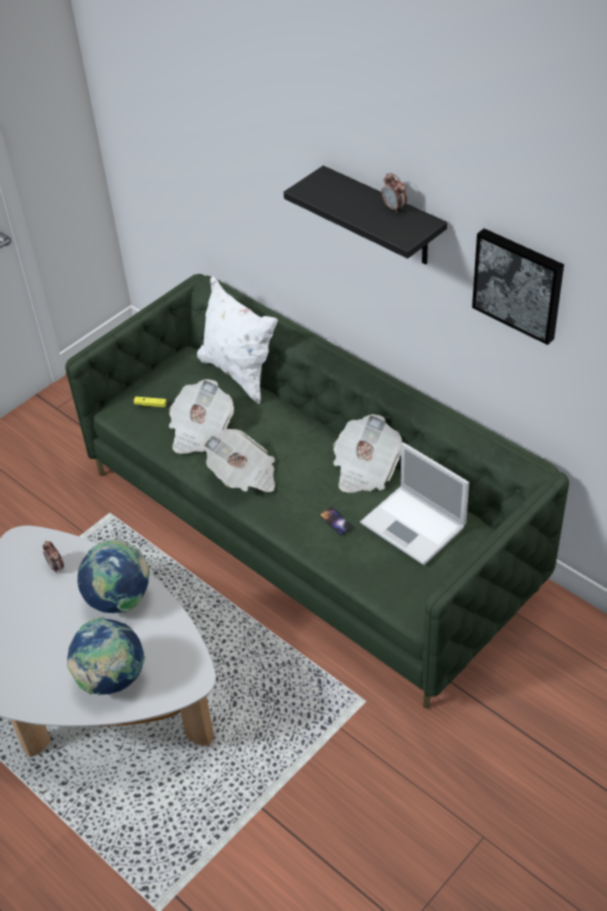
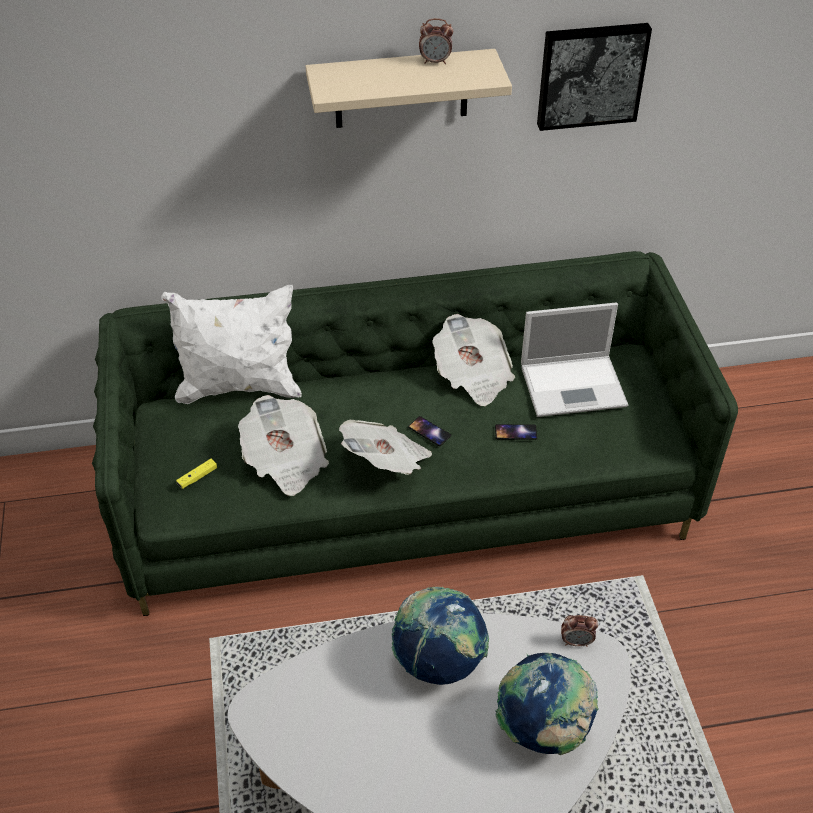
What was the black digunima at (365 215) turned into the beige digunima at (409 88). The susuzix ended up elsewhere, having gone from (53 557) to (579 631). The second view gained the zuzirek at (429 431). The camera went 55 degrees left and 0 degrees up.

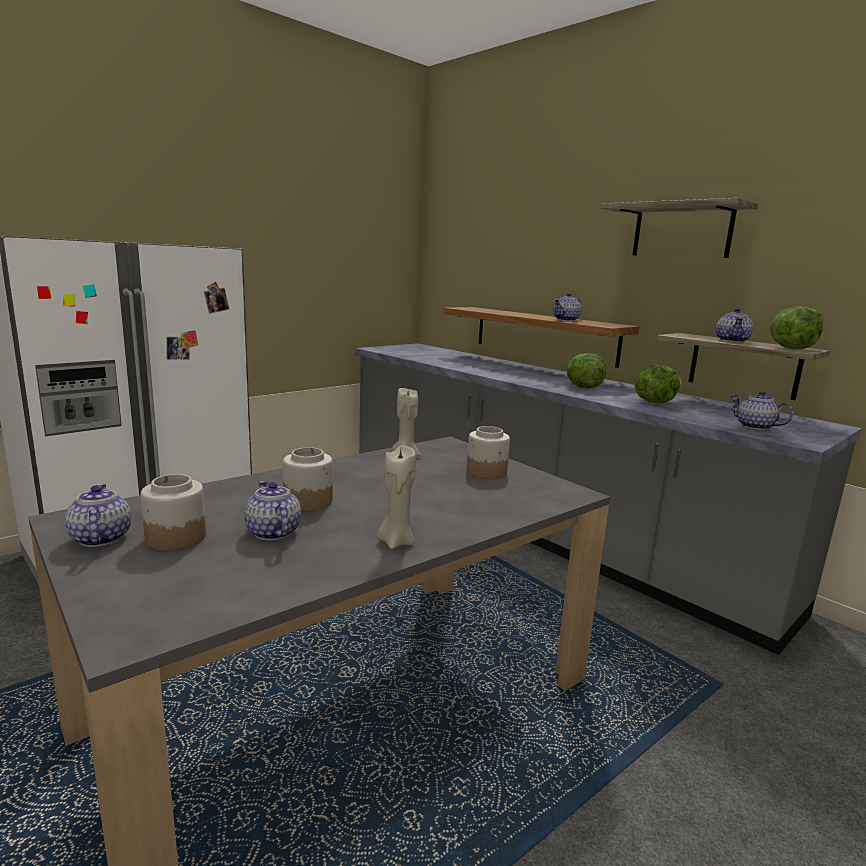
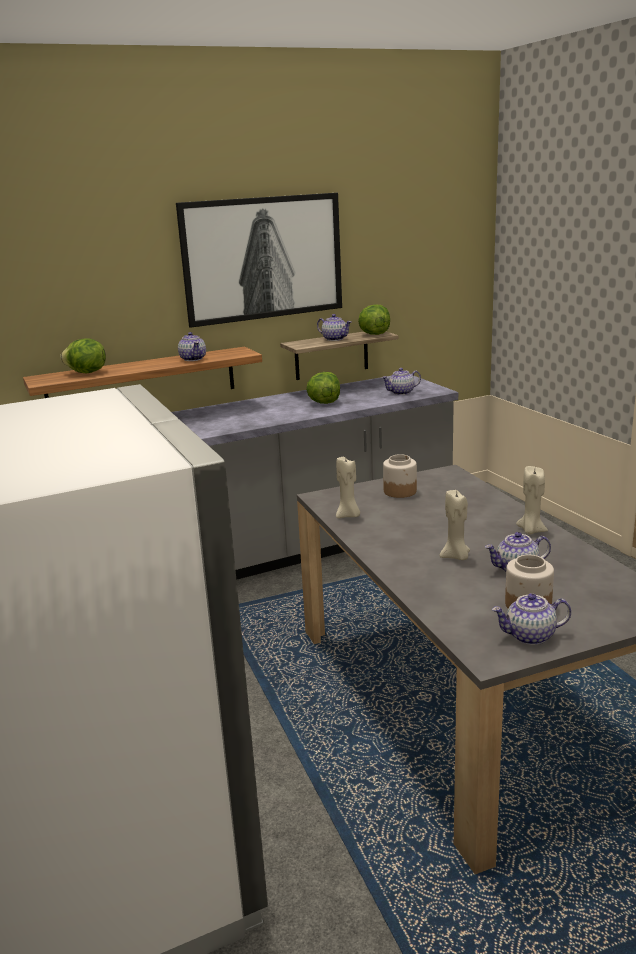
Where the digunima hung at (678 228), the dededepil came to hang at (259 260). The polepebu ended up elsewhere, having gone from (586 370) to (83 356). Where the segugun stood at (308 479), the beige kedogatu came to stand at (455 525). The camera went 70 degrees left and 5 degrees up.

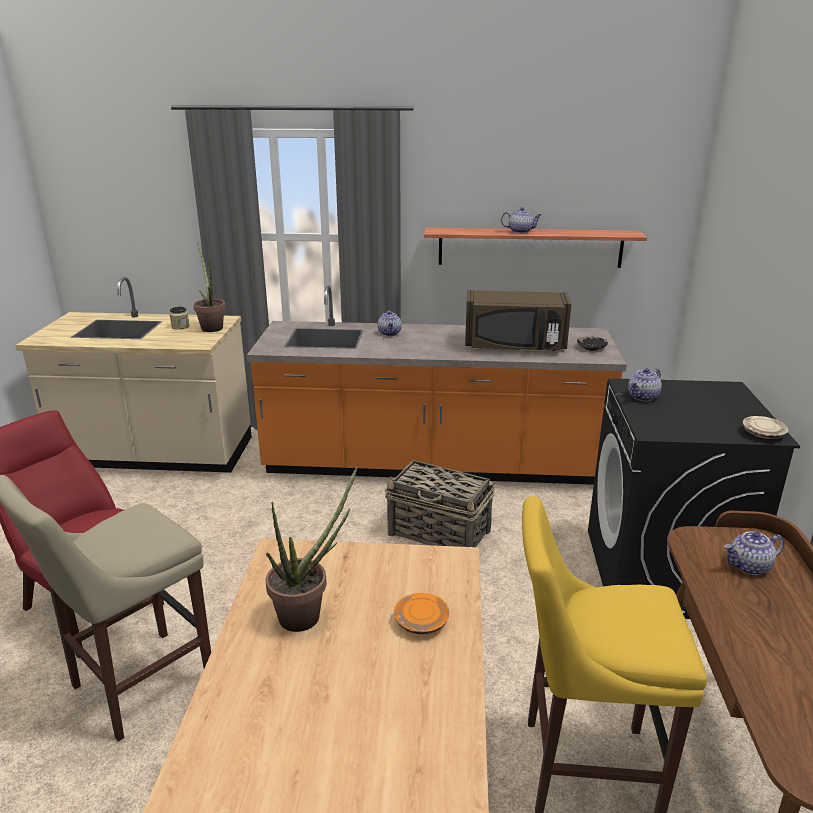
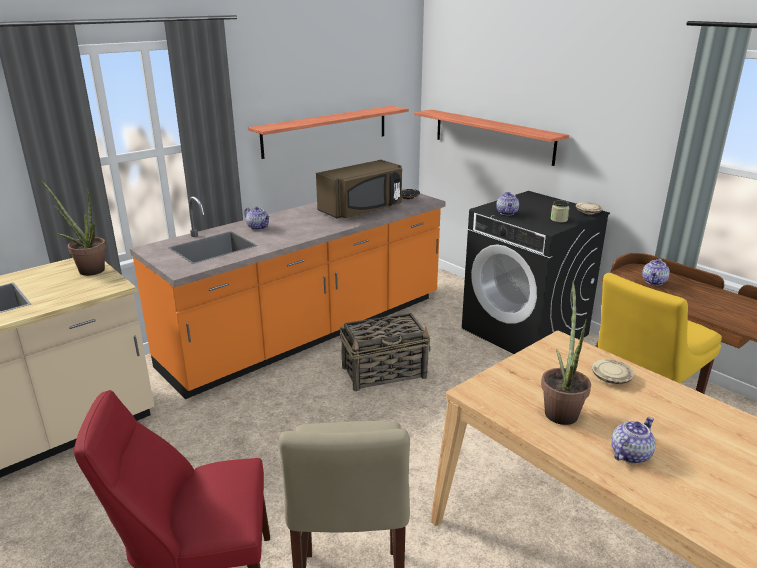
The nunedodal ended up elsewhere, having gone from (521 220) to (633 440). The segugun ended up elsewhere, having gone from (180 318) to (560 211). What was the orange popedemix at (422 613) turned into the beige popedemix at (613 371). The second view gained the digunima at (491 137). The camera went 45 degrees left and 0 degrees up.

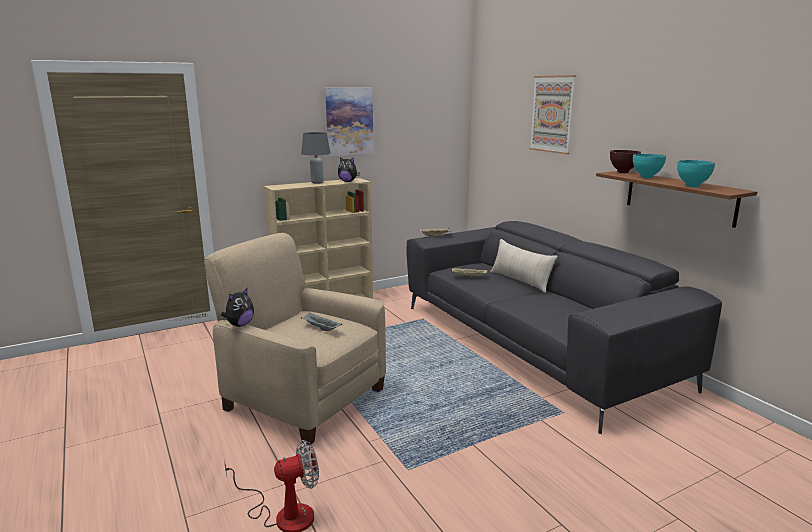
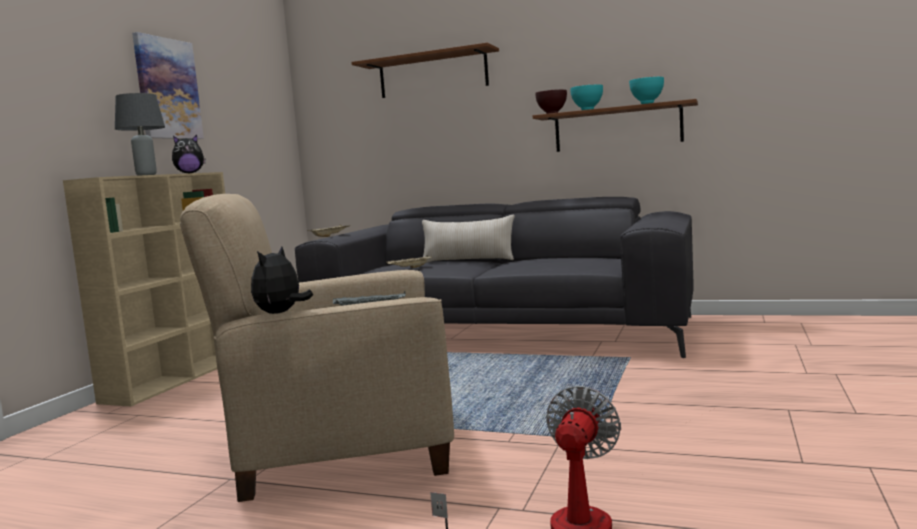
Where the dededepil hung at (552 114), the brown digunima came to hang at (425 70). The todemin at (237 307) ended up facing another way, 150 degrees counterclockwise from before. The camera went 40 degrees left and 10 degrees down.

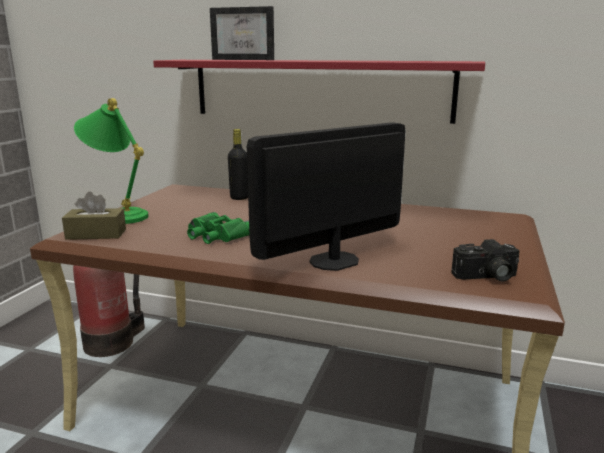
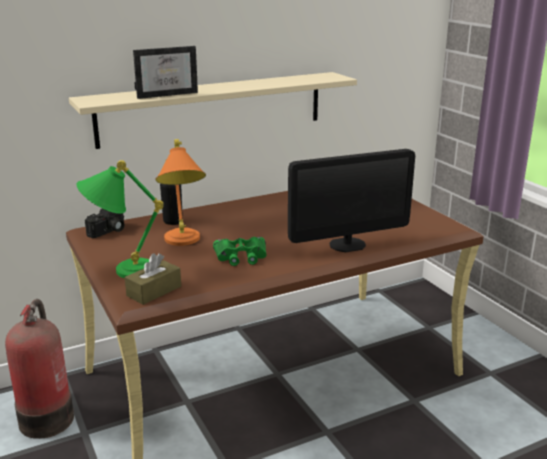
What was the red digunima at (319 92) turned into the beige digunima at (213 110). The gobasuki at (326 196) ended up facing another way, 120 degrees counterclockwise from before. The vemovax ended up elsewhere, having gone from (485 260) to (105 223). The second view gained the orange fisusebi at (180 192). The camera went 45 degrees left and 5 degrees up.

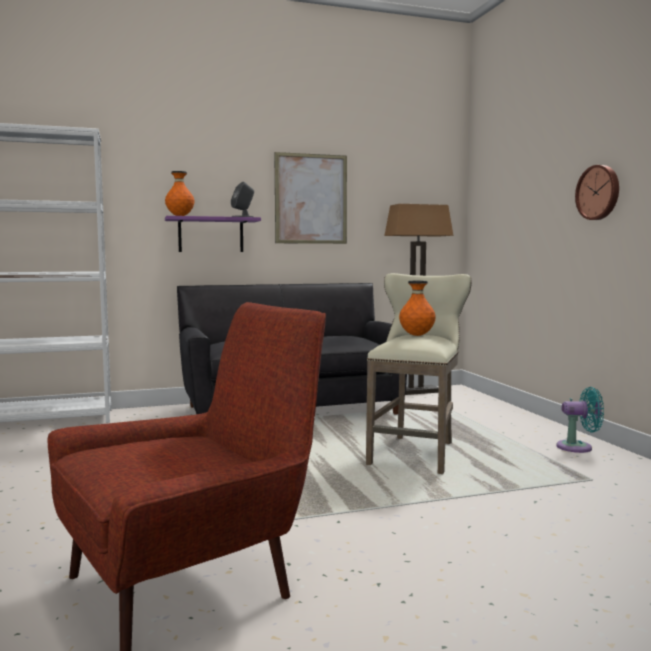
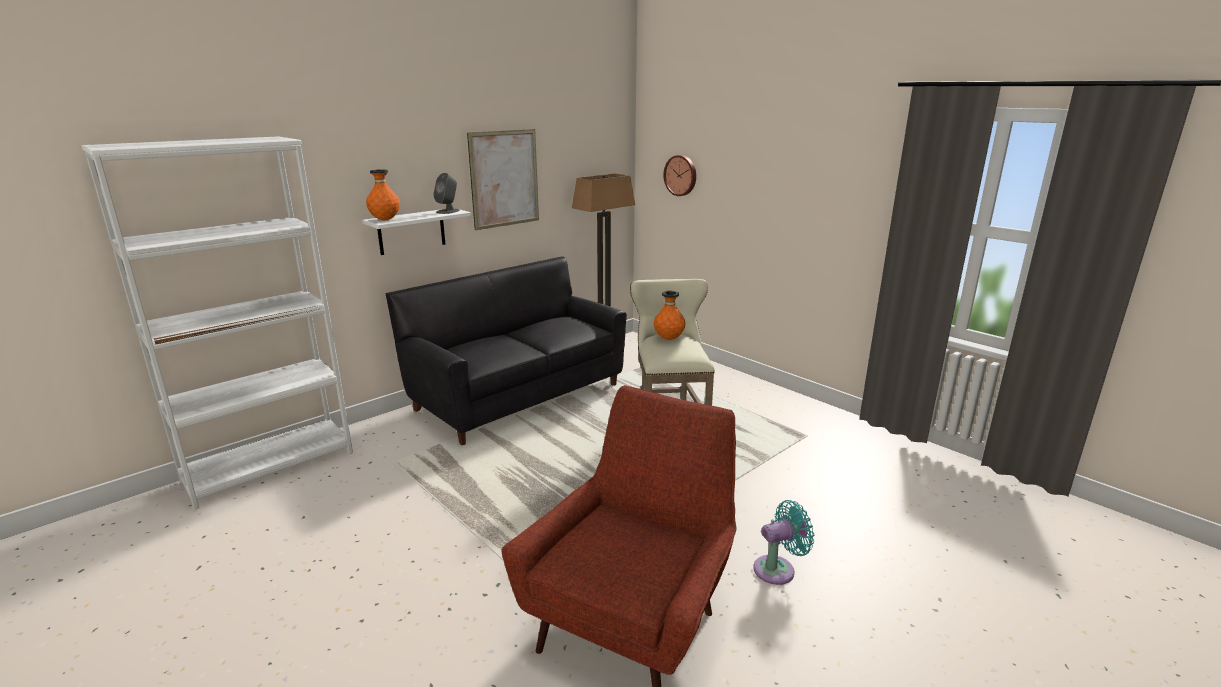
The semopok ended up elsewhere, having gone from (597 192) to (679 175). What was the purple digunima at (213 234) turned into the white digunima at (416 232). The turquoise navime ended up elsewhere, having gone from (580 420) to (783 542). The camera went 25 degrees left and 15 degrees up.

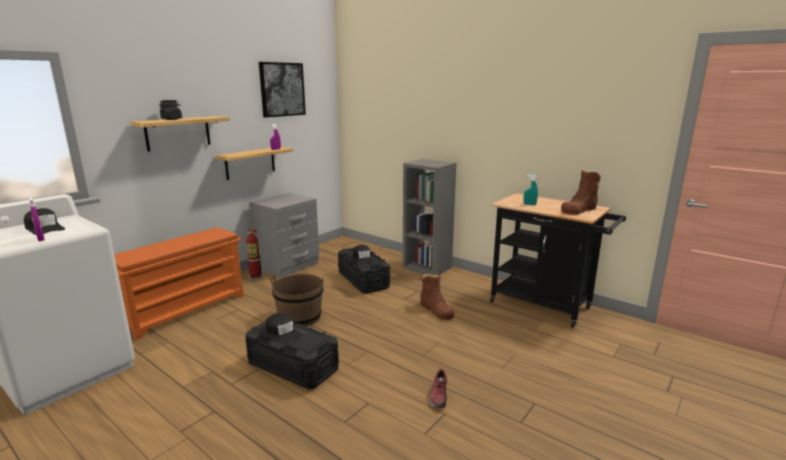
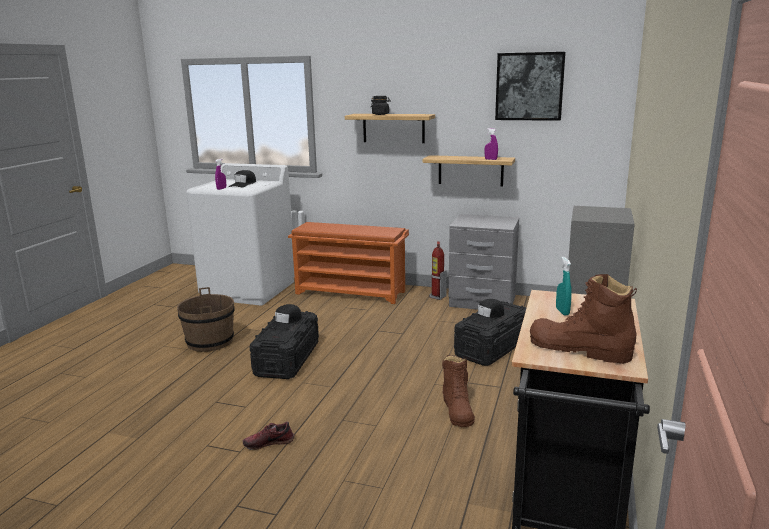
The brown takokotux at (437 296) ended up facing another way, 45 degrees counterclockwise from before. The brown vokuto ended up elsewhere, having gone from (297 300) to (206 319). The camera went 70 degrees right and 0 degrees up.

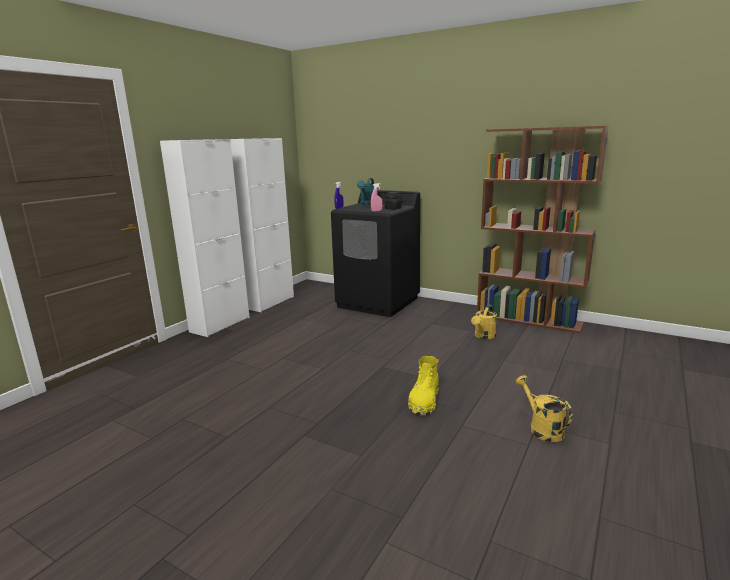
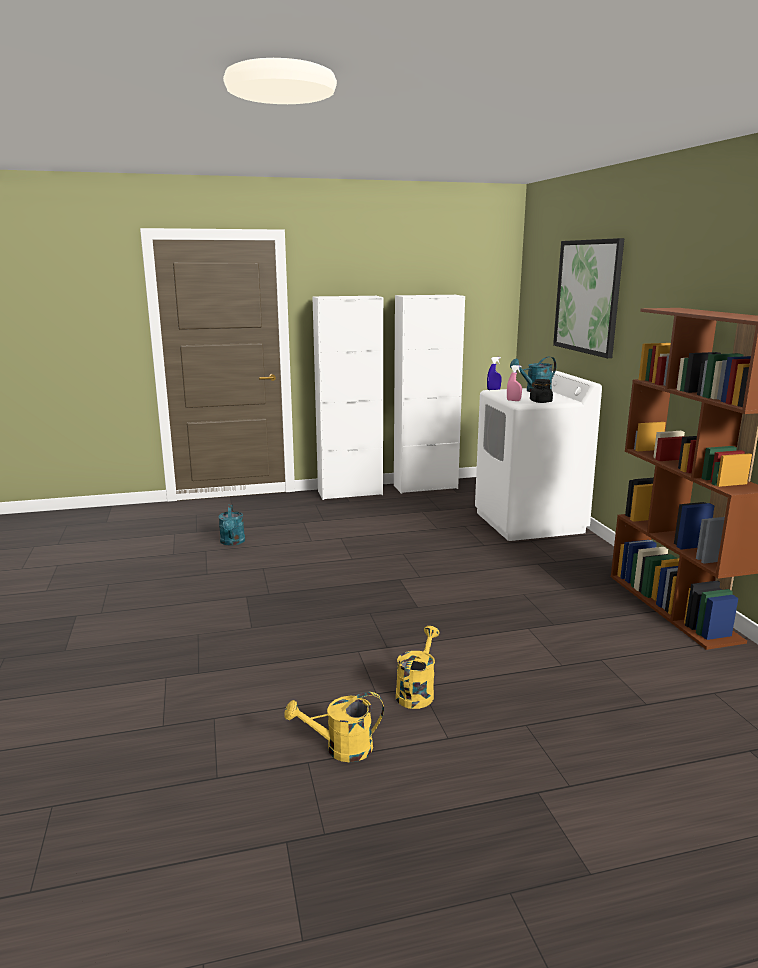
What was the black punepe at (375 253) turned into the white punepe at (538 456). The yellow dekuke ended up elsewhere, having gone from (484 321) to (334 727). The second view lost the yellow takokotux at (423 385). The second view gained the dededepil at (588 298). The second view gained the turquoise dekuke at (231 525). The camera went 45 degrees right and 0 degrees up.

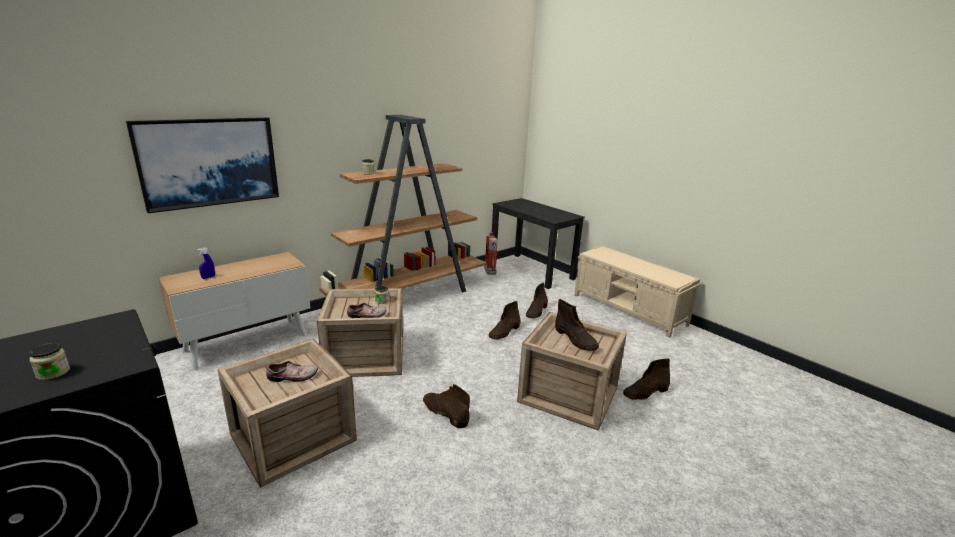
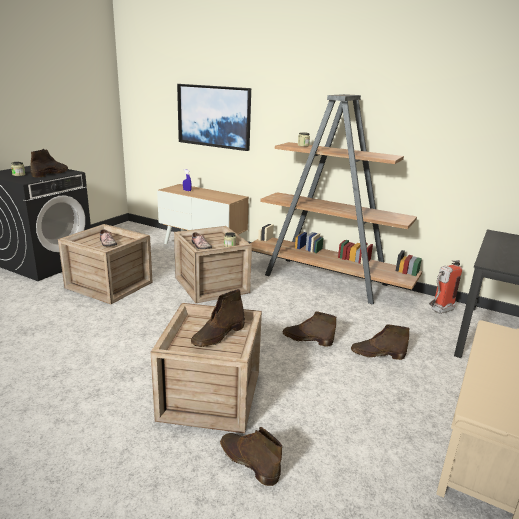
The brown takokotux ended up elsewhere, having gone from (446 406) to (49 163). The camera went 70 degrees right and 0 degrees up.

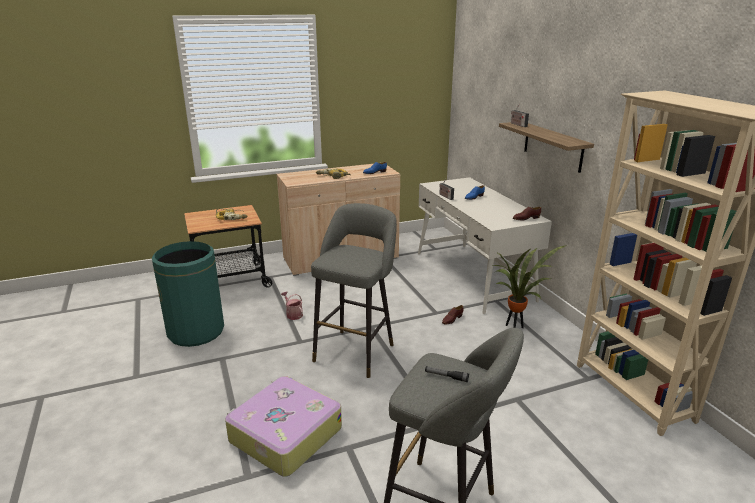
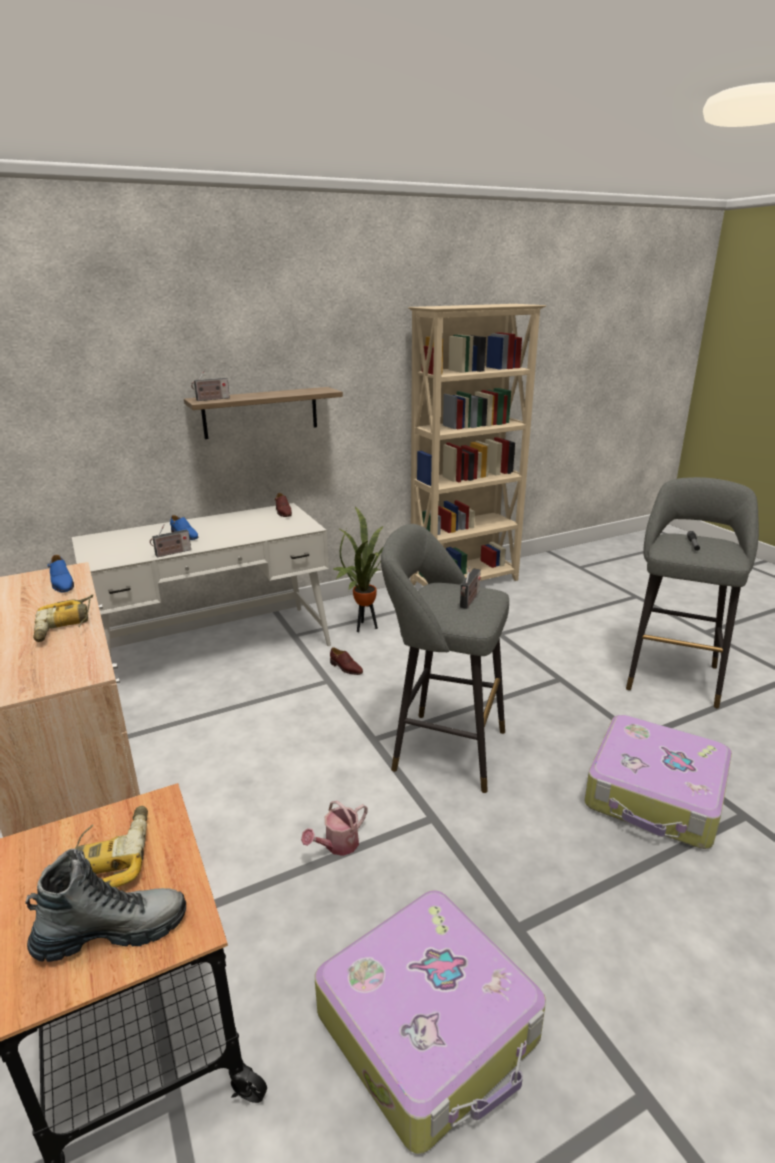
Where the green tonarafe stood at (188 294), the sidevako came to stand at (430 1022). The second view gained the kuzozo at (470 587). The second view gained the takokotux at (105 905). The camera went 95 degrees left and 0 degrees up.

